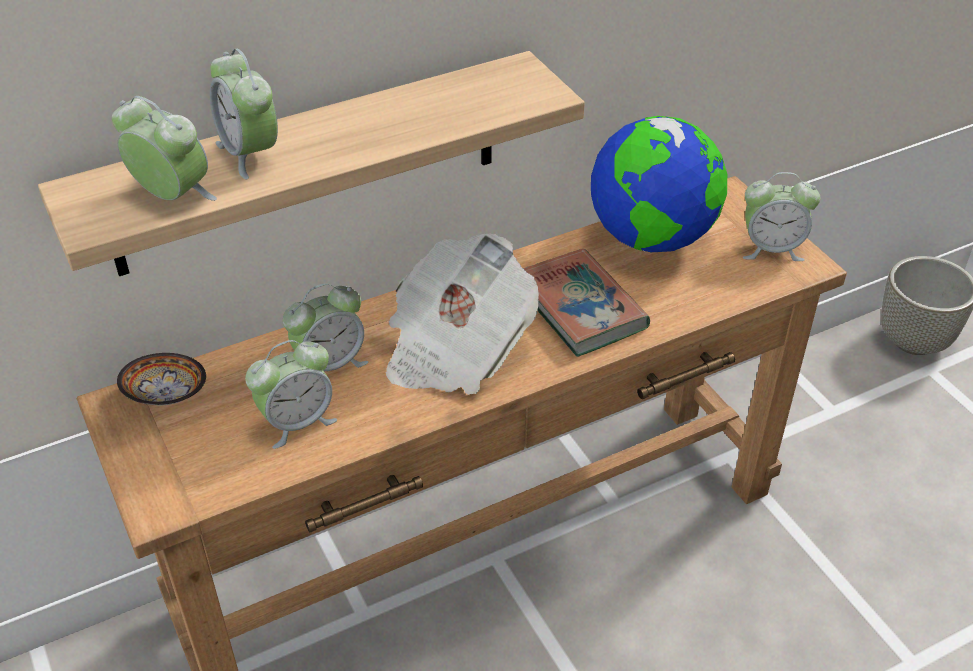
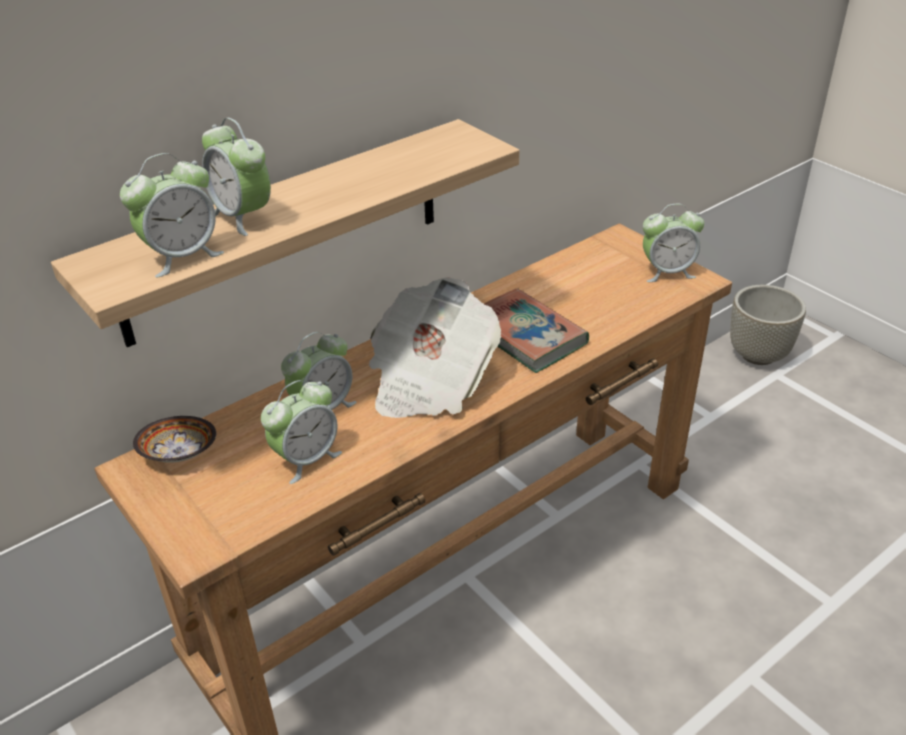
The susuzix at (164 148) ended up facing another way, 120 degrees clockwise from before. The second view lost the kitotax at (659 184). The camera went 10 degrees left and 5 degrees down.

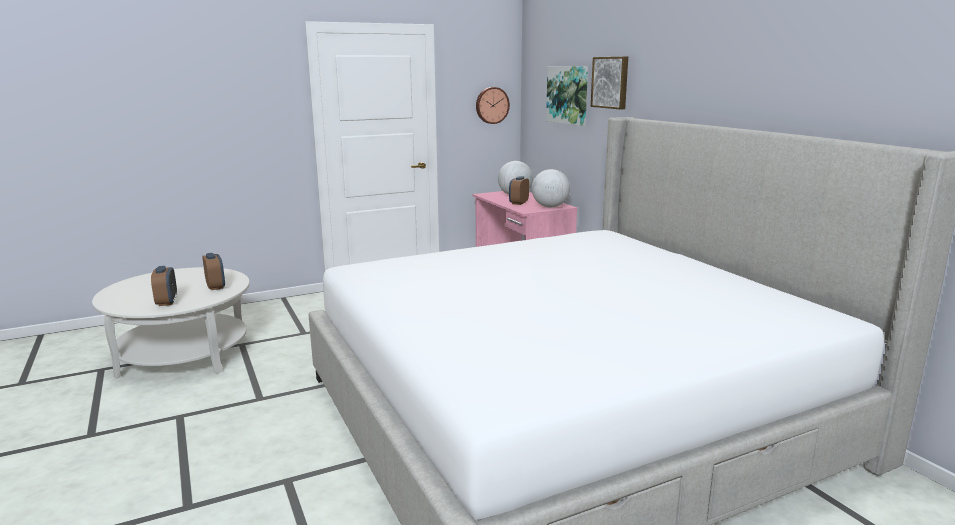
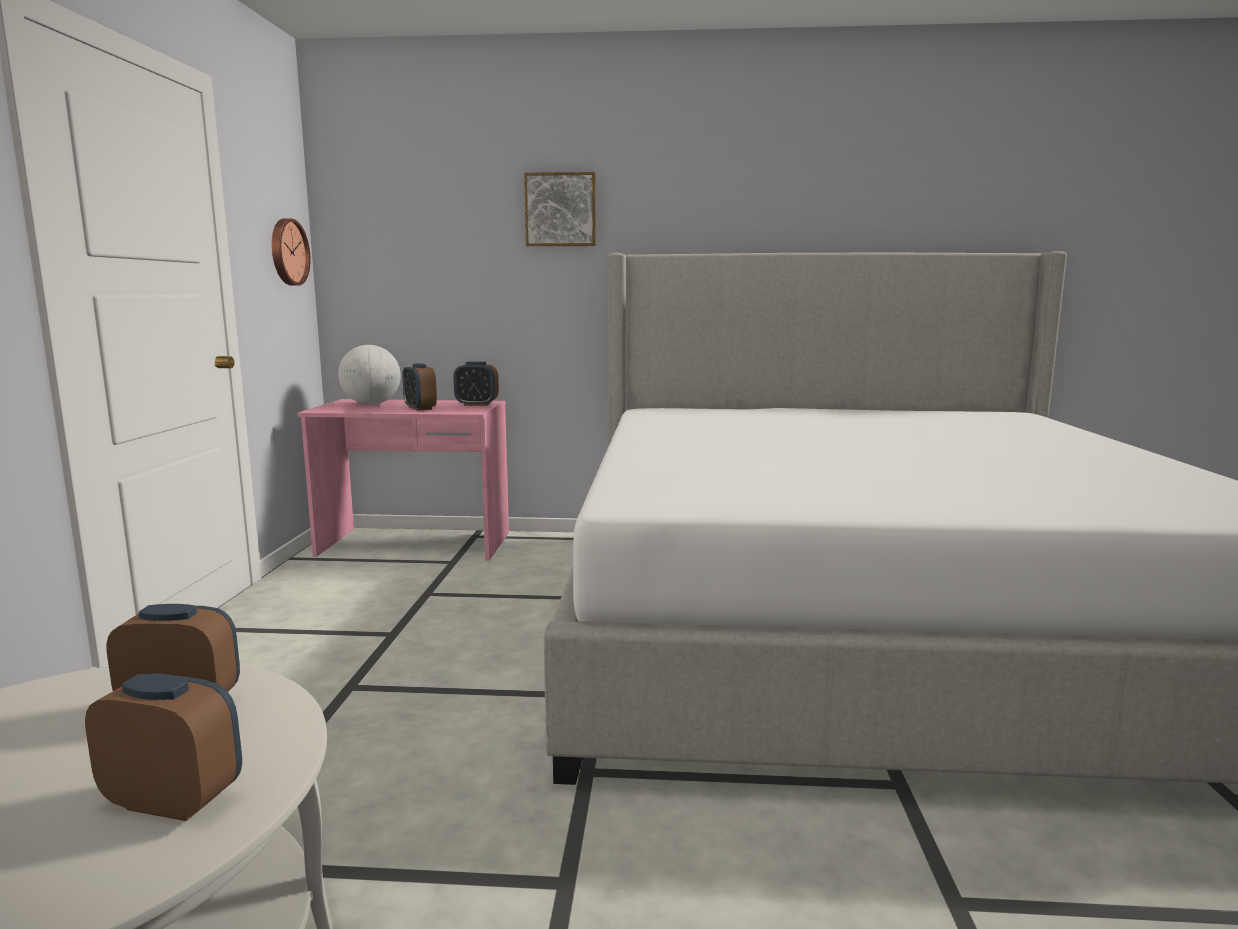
The second view lost the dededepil at (567 96). Where the kitotax stood at (551 188), the susuzix came to stand at (476 383). The camera went 60 degrees left and 5 degrees down.

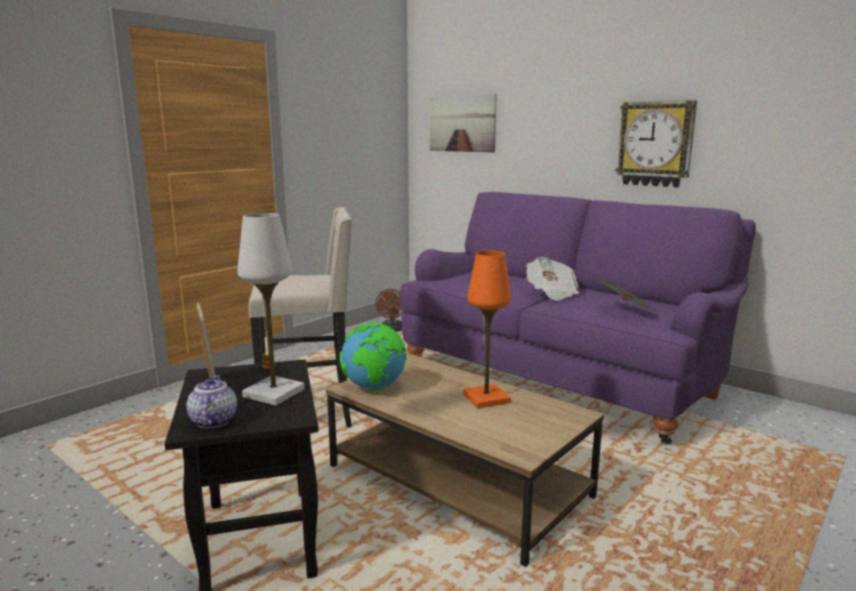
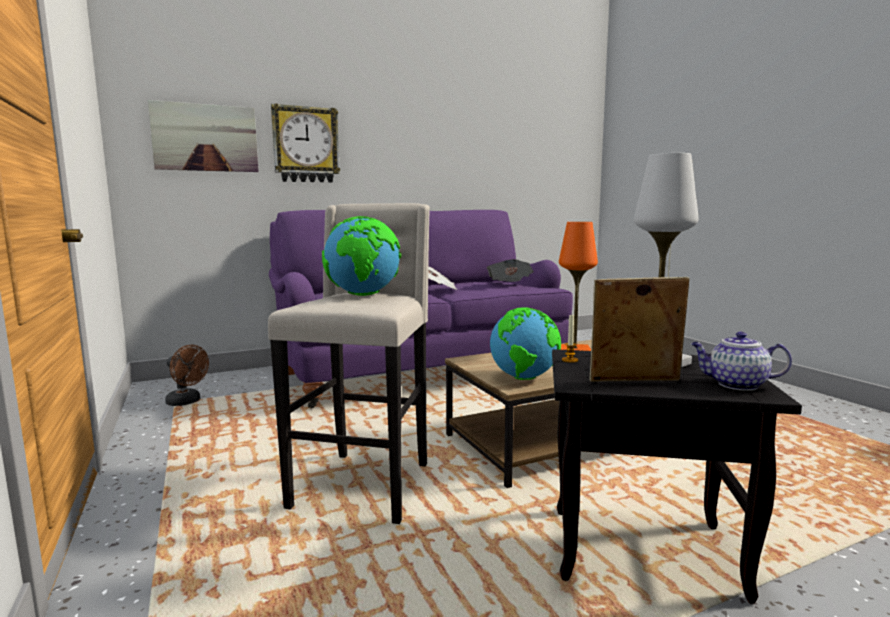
The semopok ended up elsewhere, having gone from (656 143) to (305 143). The second view gained the kitotax at (361 256). The camera went 65 degrees left and 5 degrees down.

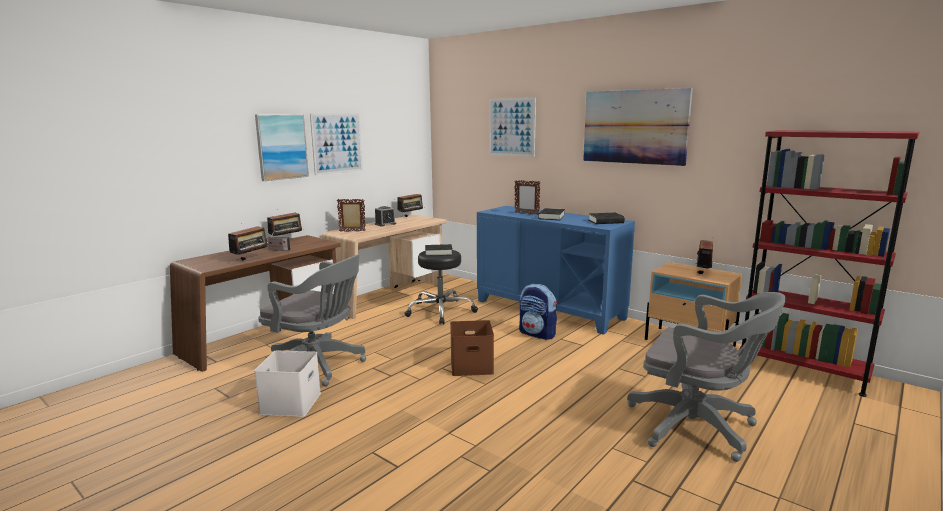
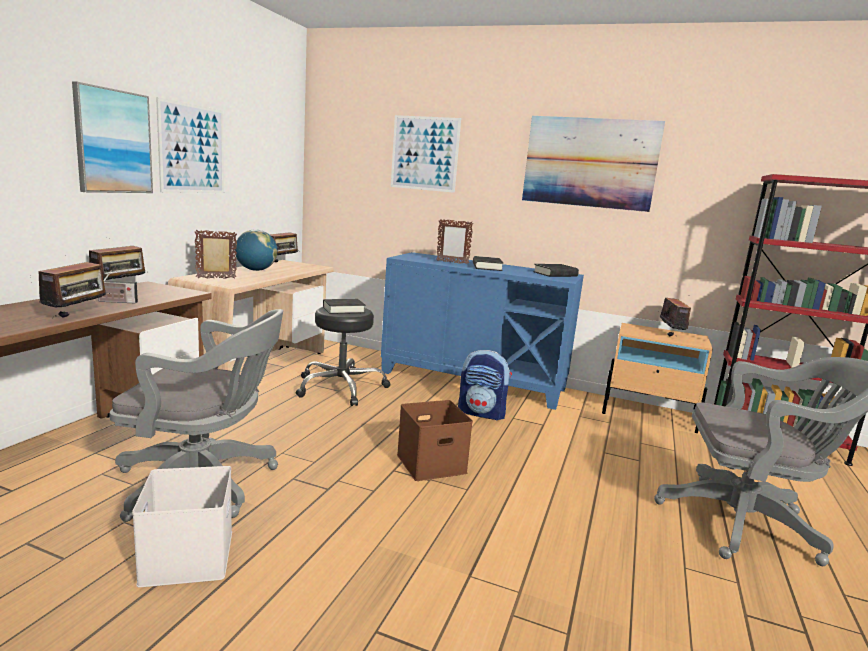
Where the susuzix stood at (385 216), the kitotax came to stand at (256 250). The camera went 20 degrees left and 0 degrees up.

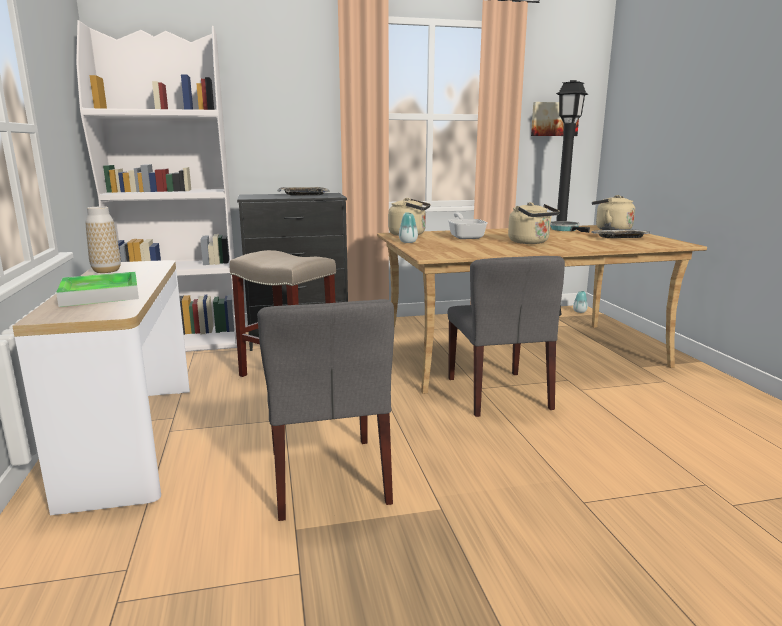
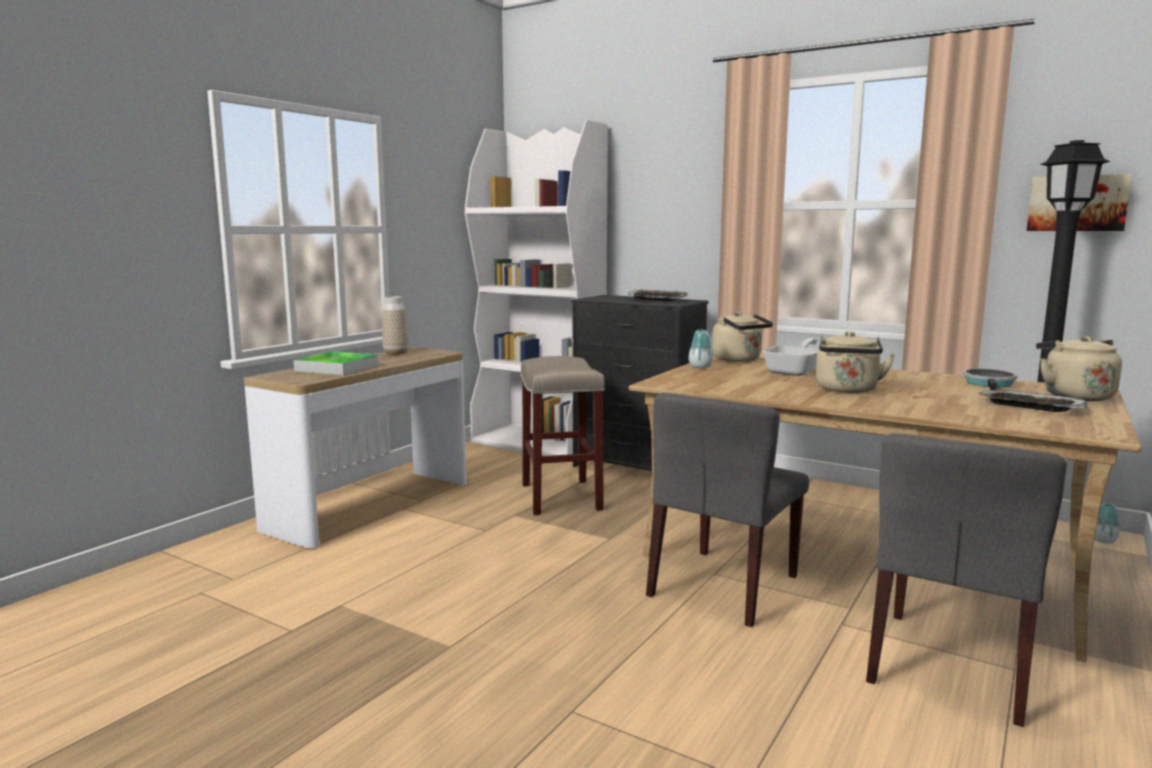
The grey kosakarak ended up elsewhere, having gone from (325 410) to (966 580). The camera went 45 degrees right and 5 degrees down.

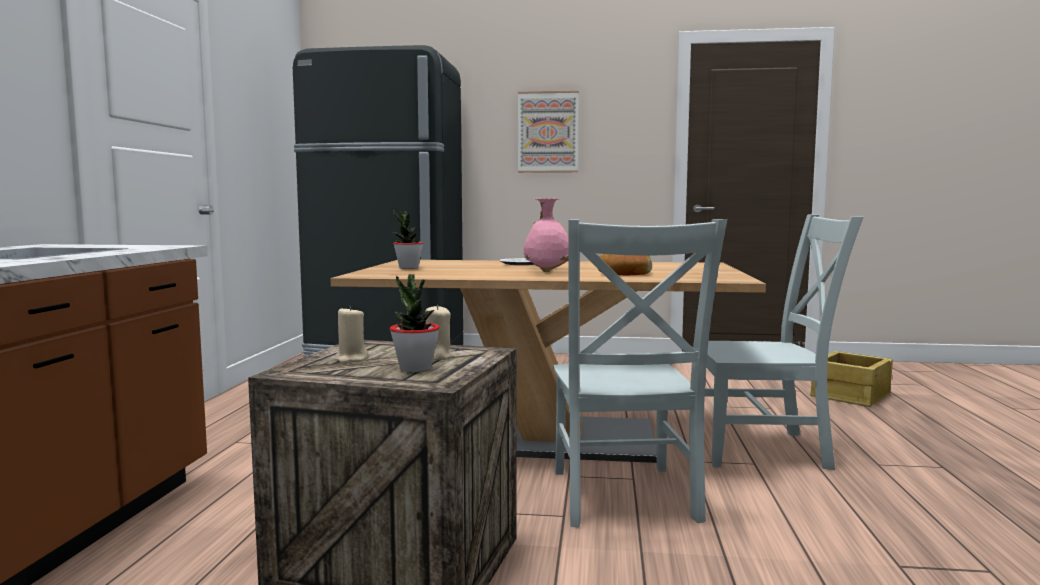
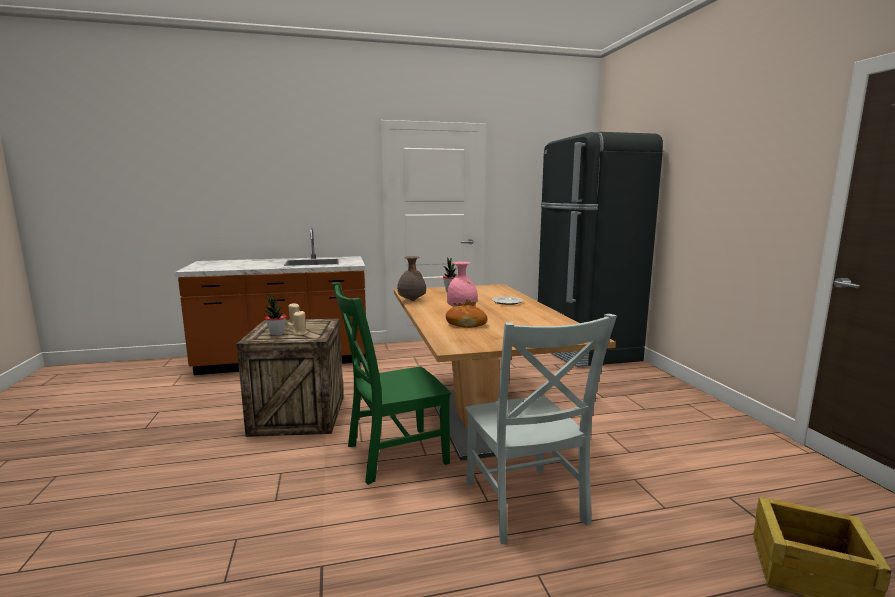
The second view lost the dededepil at (548 132). What was the grey kosakarak at (640 373) turned into the green kosakarak at (391 384). The second view gained the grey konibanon at (411 278). The camera went 70 degrees right and 5 degrees up.

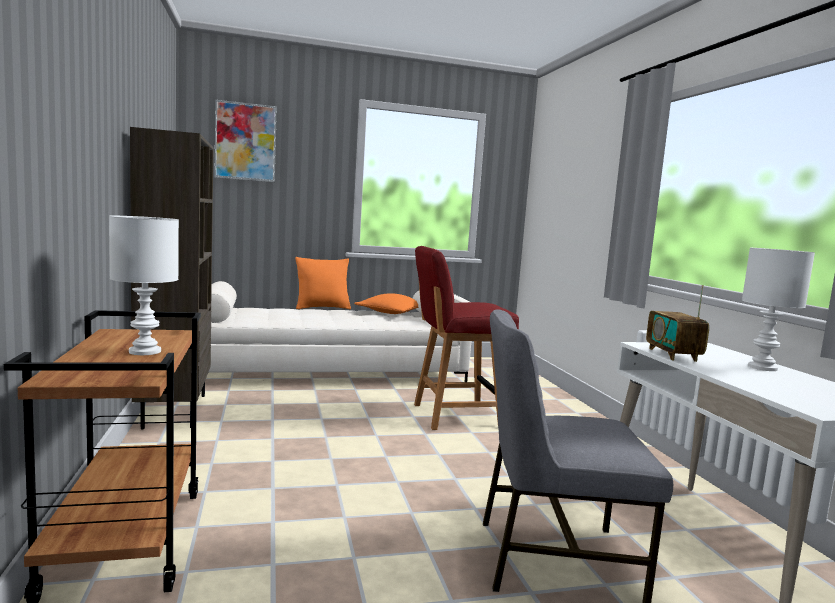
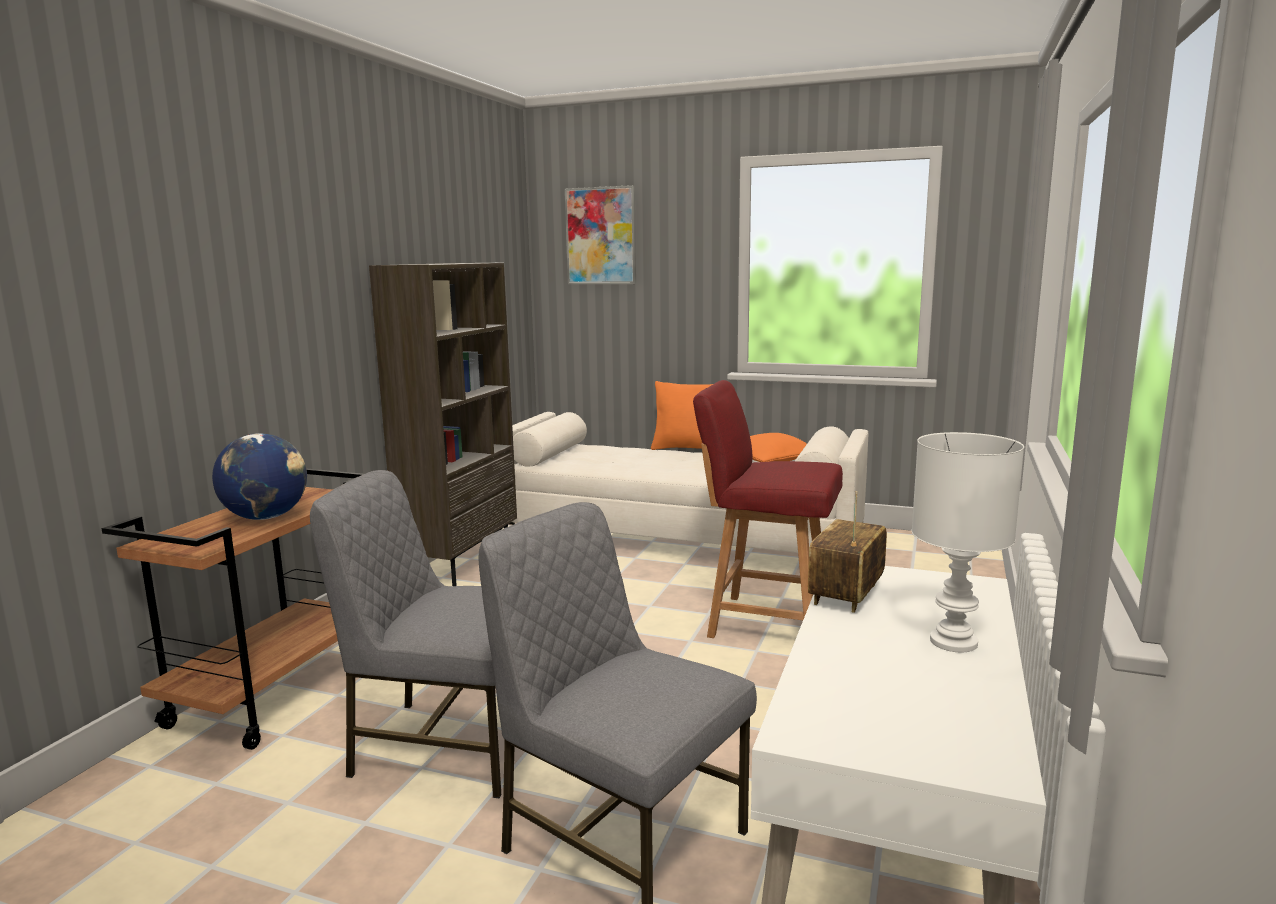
Where the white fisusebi stood at (144 285), the kitotax came to stand at (259 476). The second view gained the grey kosakarak at (406 634). The camera went 35 degrees right and 5 degrees up.

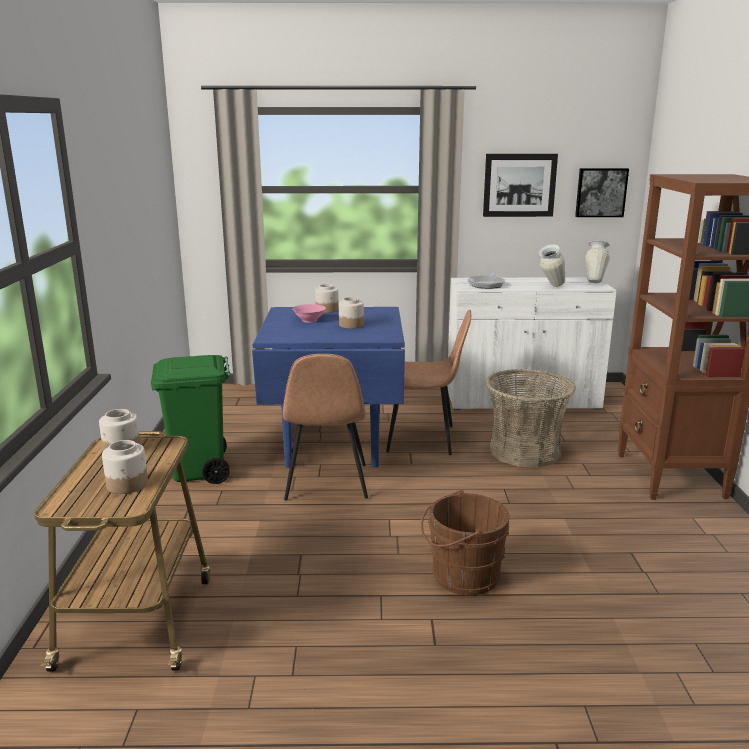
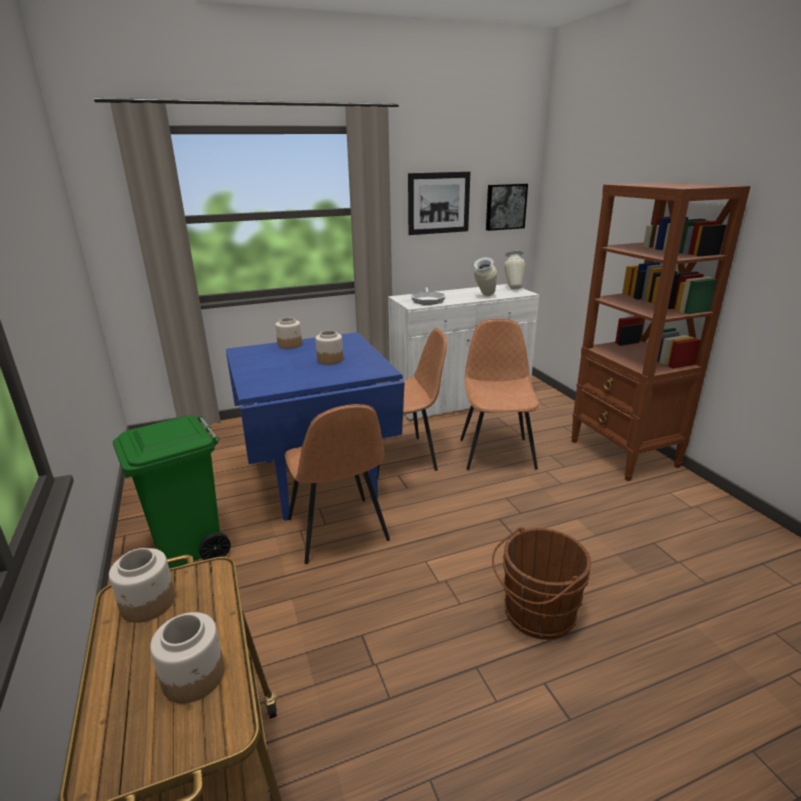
The second view lost the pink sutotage at (309 313). Where the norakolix stood at (530 418), the brown kosakarak came to stand at (500 394). The camera went 20 degrees left and 5 degrees up.

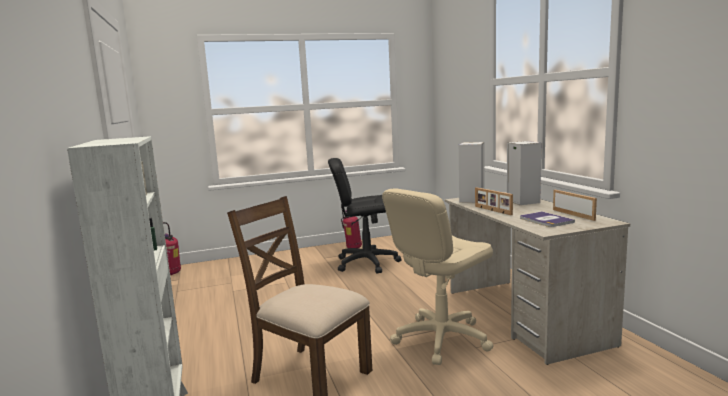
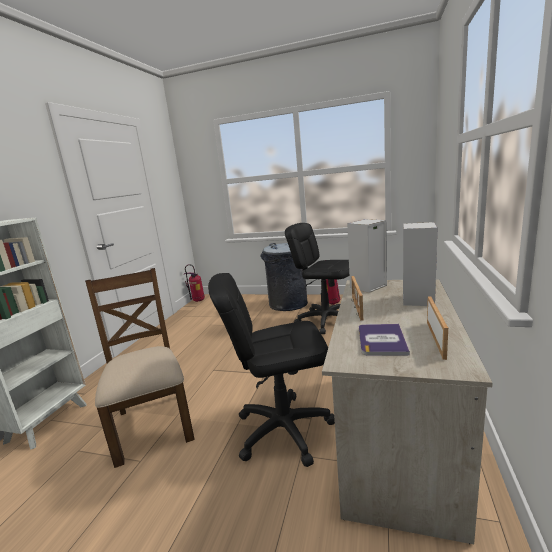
What was the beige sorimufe at (437 276) turned into the black sorimufe at (271 370). The second view gained the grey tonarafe at (284 277). The camera went 35 degrees right and 5 degrees up.

